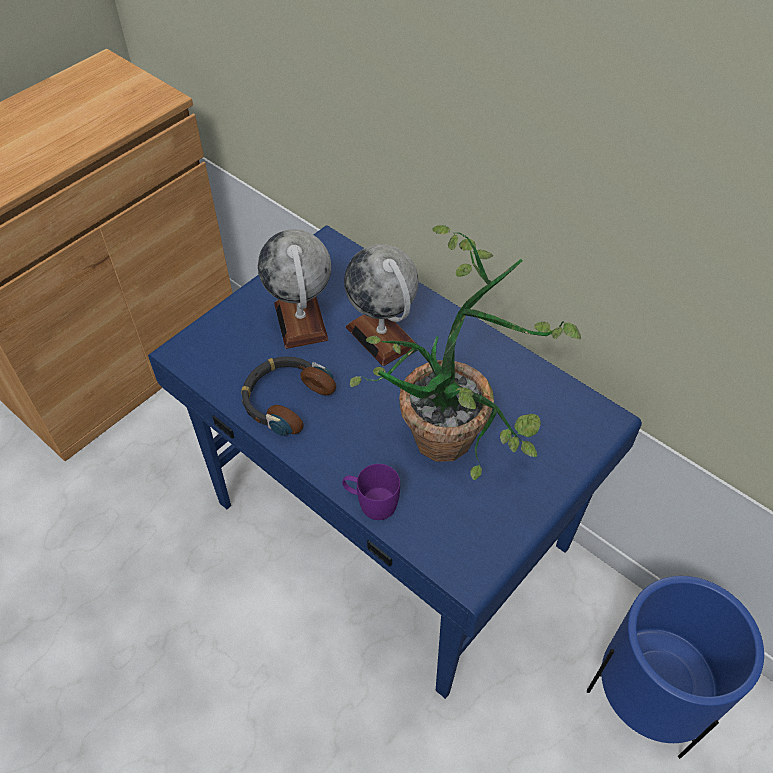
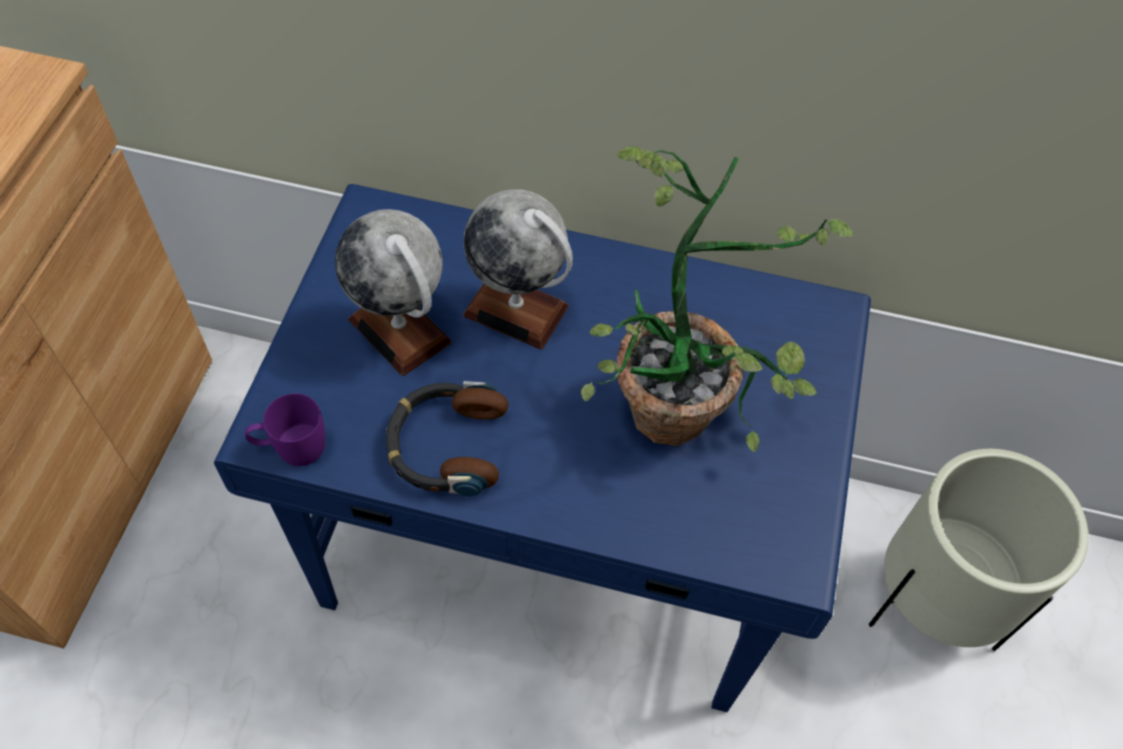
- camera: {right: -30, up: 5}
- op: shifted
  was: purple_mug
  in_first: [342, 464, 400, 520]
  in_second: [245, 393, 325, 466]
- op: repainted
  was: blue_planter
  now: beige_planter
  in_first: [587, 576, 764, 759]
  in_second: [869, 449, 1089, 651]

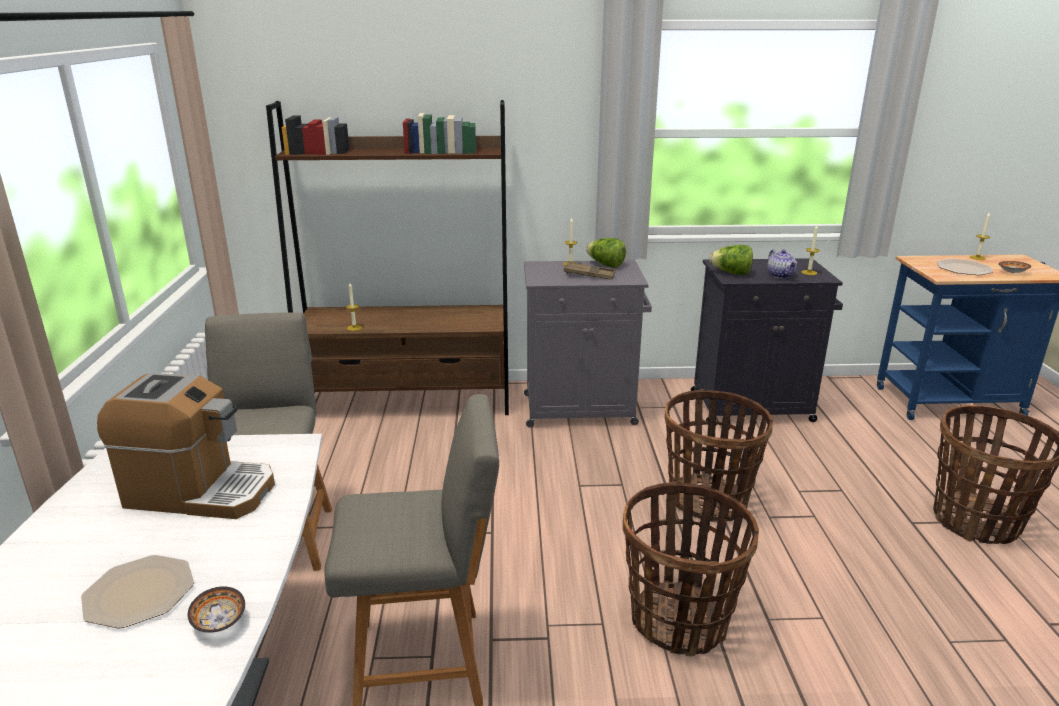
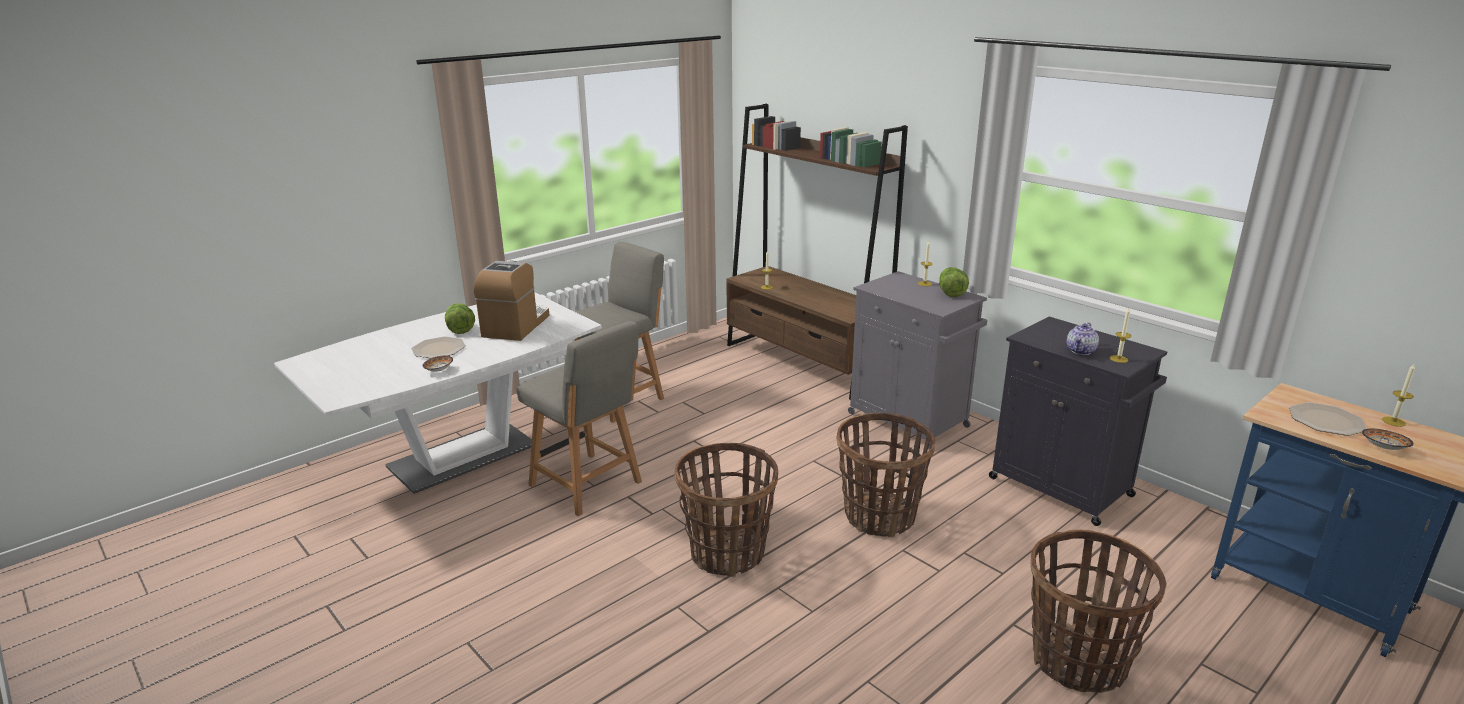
- camera: {right: 50, up: 0}
- op: gone
  was: brown_tray
  in_first: [564, 262, 616, 280]
- op: shifted
  was: lettuce
  in_first: [710, 245, 753, 275]
  in_second: [445, 303, 475, 334]
- op: rotated
  was: coffee_machine
  in_first: [97, 373, 275, 519]
  in_second: [474, 261, 550, 341]
  clockwise: -135

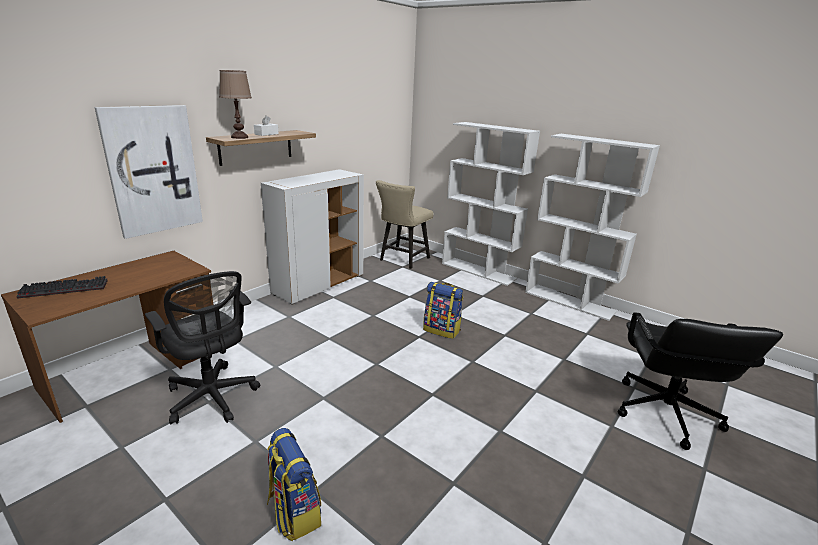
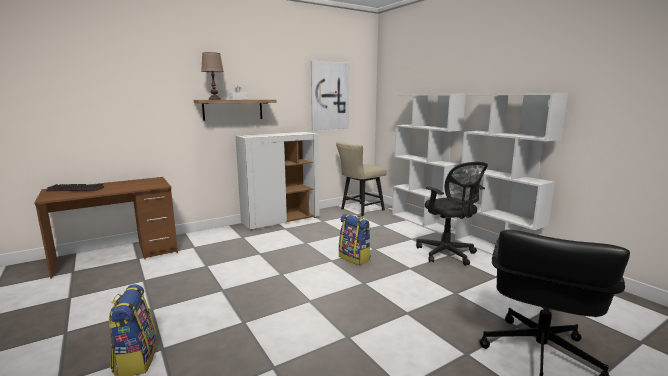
- camera: {right: 20, up: -10}
- op: shifted
  was: picture
  in_first: [95, 105, 203, 239]
  in_second: [311, 61, 349, 130]
- op: shifted
  was: black_office_chair
  in_first: [145, 271, 260, 424]
  in_second: [416, 162, 488, 266]

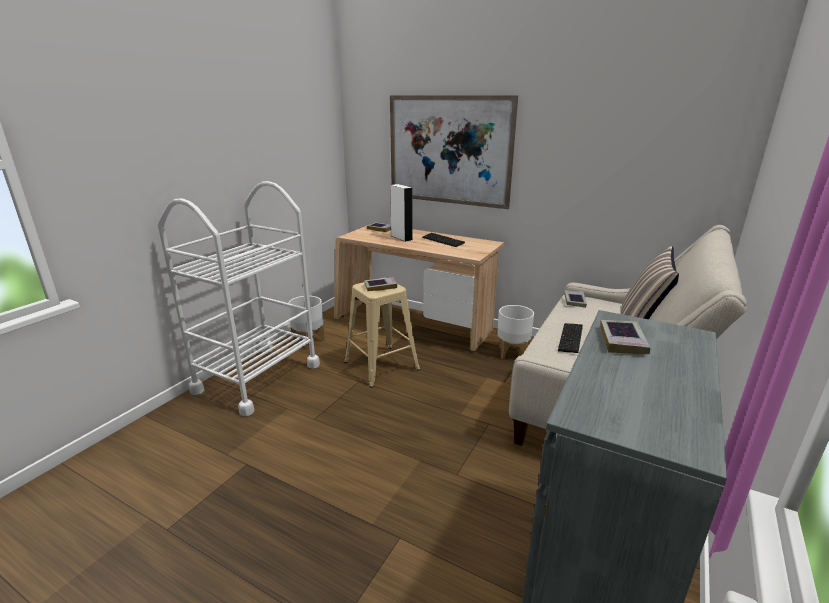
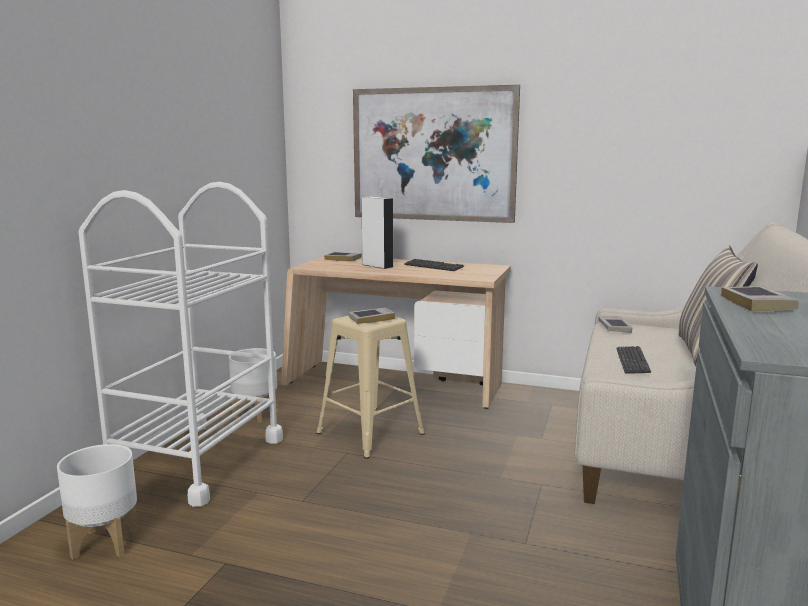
- camera: {right: -10, up: -10}
- op: shifted
  was: white_planter
  in_first: [497, 305, 534, 359]
  in_second: [57, 444, 138, 560]

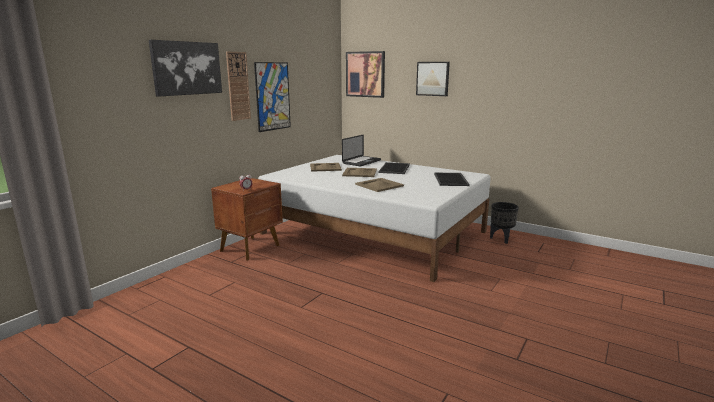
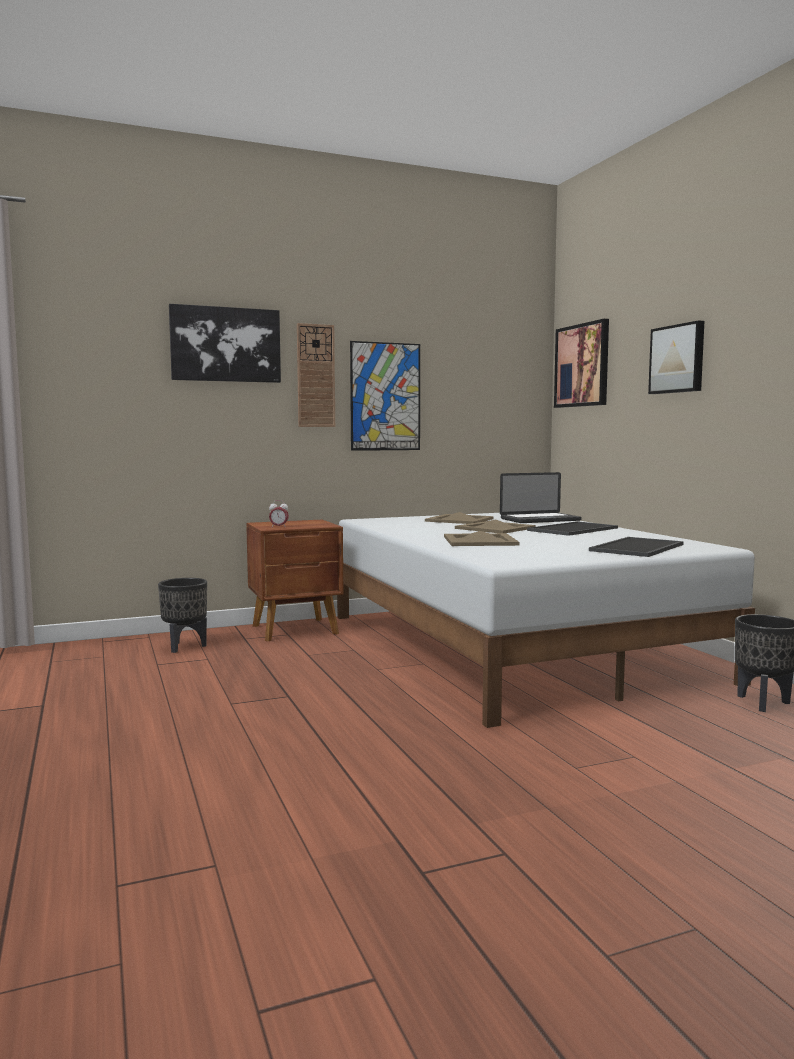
- camera: {right: 35, up: -10}
- op: new
  now: black_planter
  in_second: [158, 578, 207, 653]

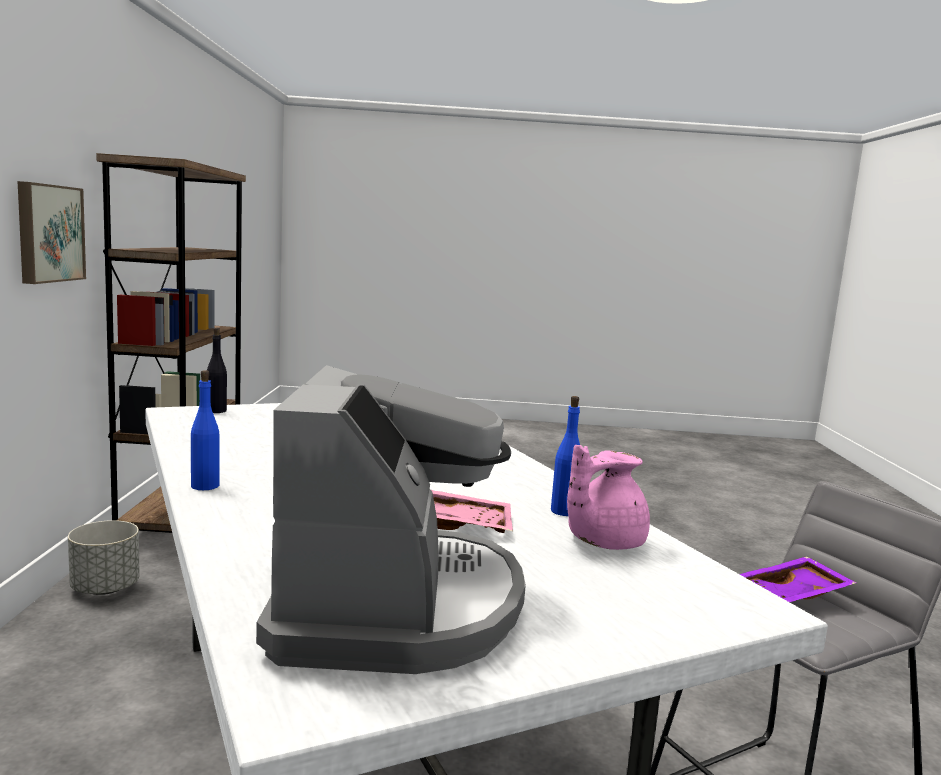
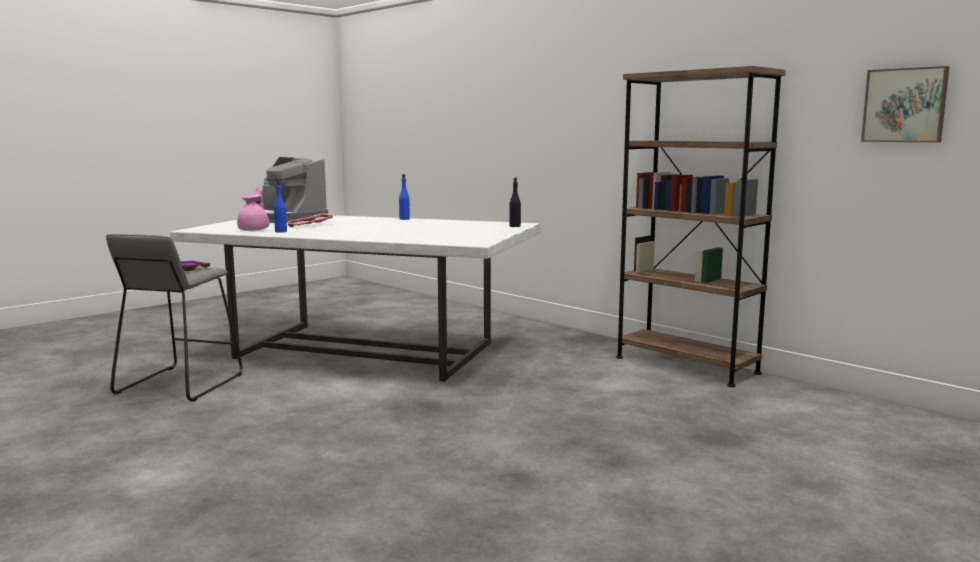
- camera: {right: 135, up: 0}
- op: gone
  was: grey_planter
  in_first: [68, 520, 140, 595]
- op: shifted
  was: picture
  in_first: [18, 181, 86, 284]
  in_second: [861, 66, 949, 142]

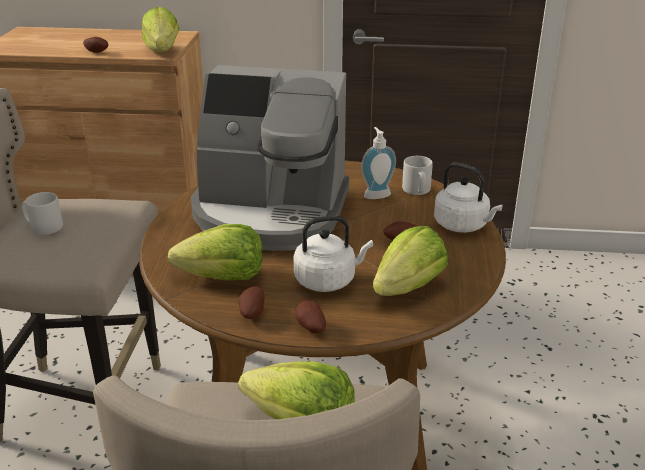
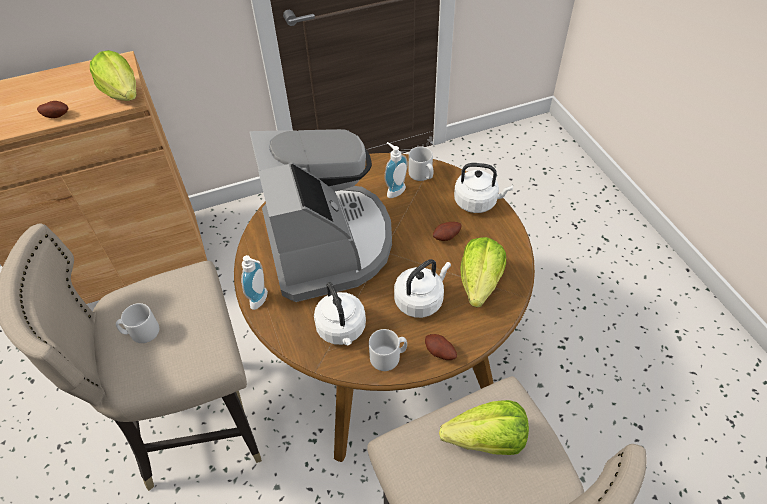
- camera: {right: -25, up: 20}
- op: new
  now: soap_dispenser
  in_second: [241, 255, 268, 310]
- op: swapped
  was: lettuce
  now: white_kettle
  in_first: [168, 224, 263, 280]
  in_second: [314, 282, 366, 345]
- op: swapped
  was: potato
  now: grey_mug
  in_first: [238, 287, 265, 319]
  in_second: [369, 329, 407, 371]
- op: rotated
  was: coffee_machine
  in_first: [191, 65, 349, 251]
  in_second: [250, 129, 392, 302]
  clockwise: -90

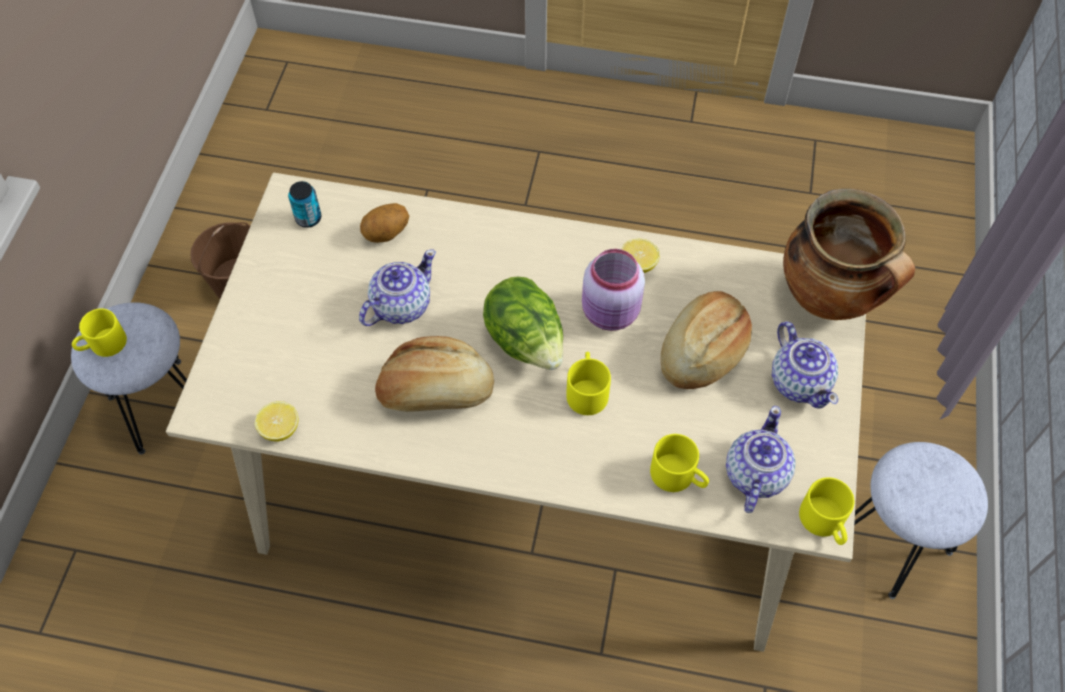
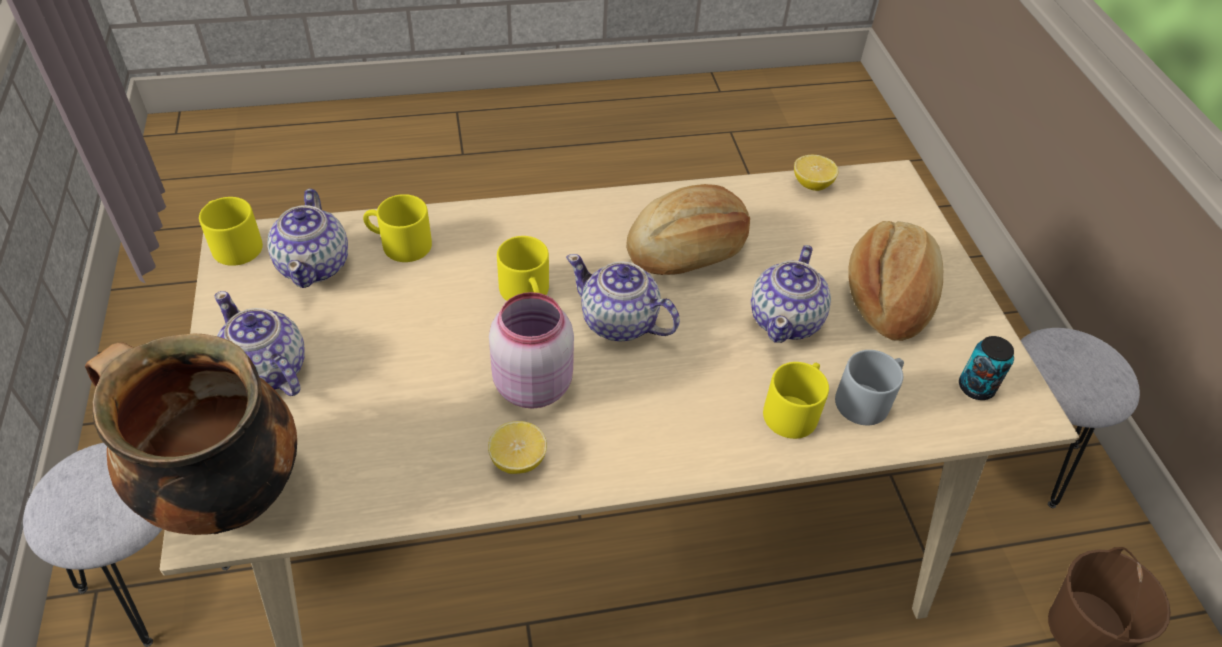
- camera: {right: 155, up: -10}
- op: shifted
  was: yellow_mug
  in_first: [72, 308, 127, 357]
  in_second: [763, 362, 829, 439]
- op: shifted
  was: bread
  in_first: [661, 291, 752, 389]
  in_second: [848, 221, 943, 341]
- op: swapped
  was: potato
  now: grey_mug
  in_first: [360, 203, 409, 243]
  in_second: [835, 350, 904, 425]
- op: swapped
  was: lettuce
  now: teapot
  in_first: [483, 277, 563, 370]
  in_second: [566, 254, 680, 342]

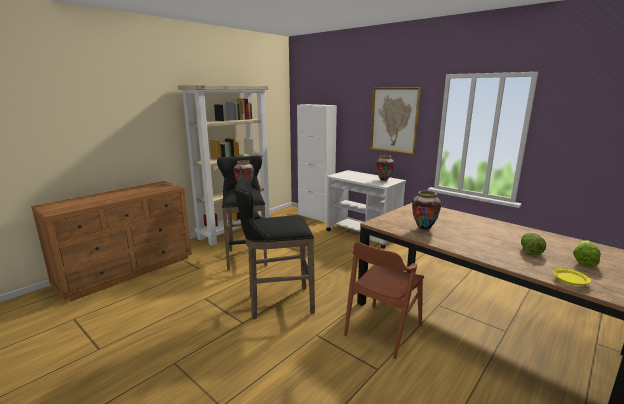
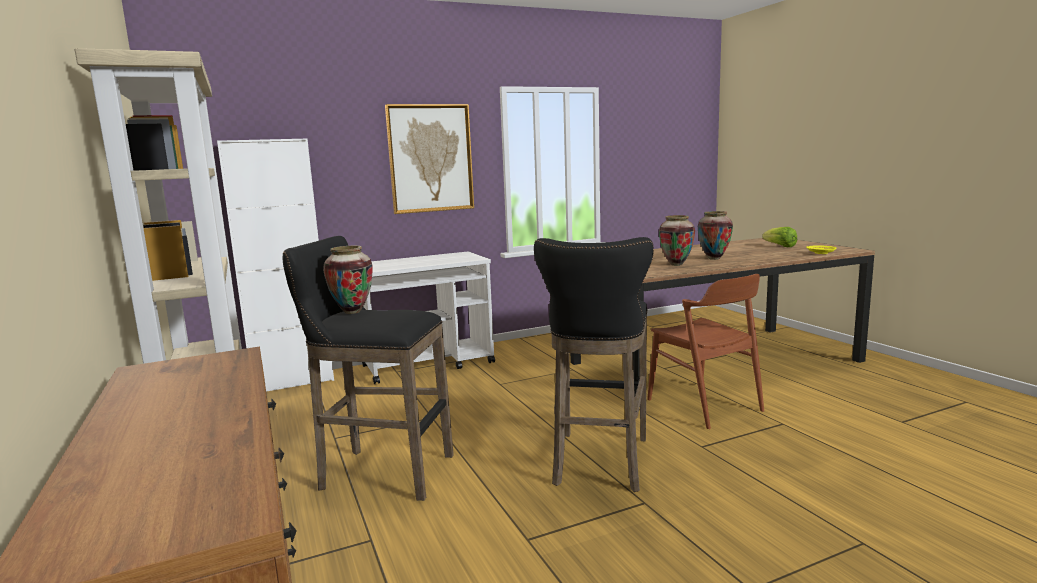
- camera: {right: -65, up: -5}
- op: gone
  was: lettuce
  in_first: [521, 233, 546, 255]
- op: shifted
  was: vase
  in_first: [376, 155, 394, 181]
  in_second: [698, 211, 733, 260]

